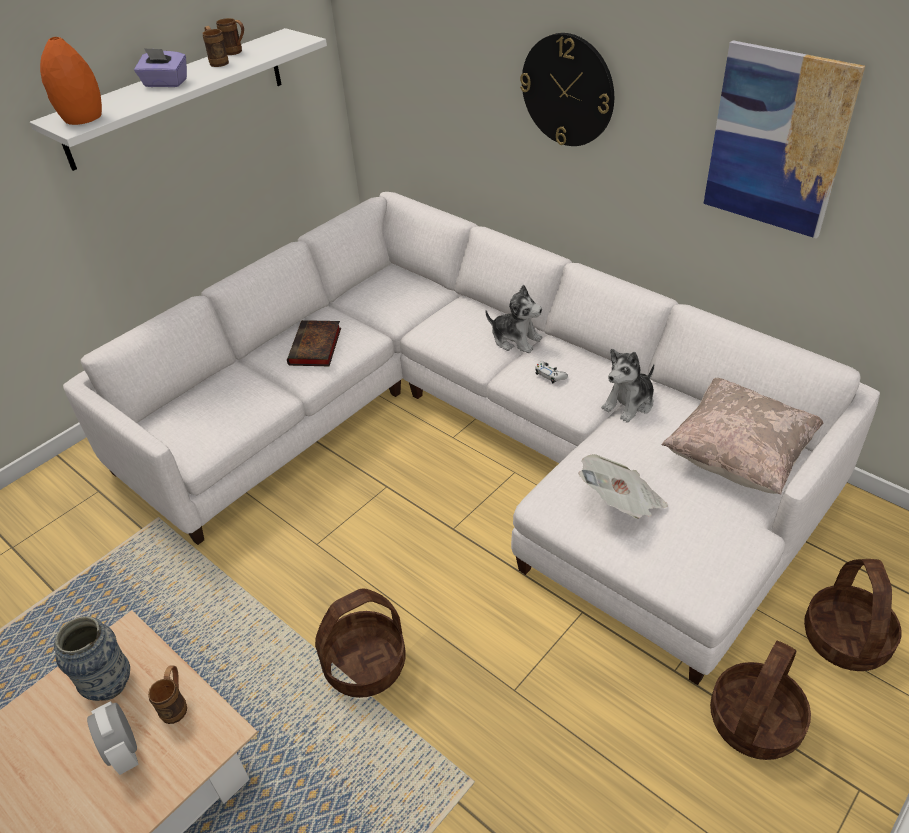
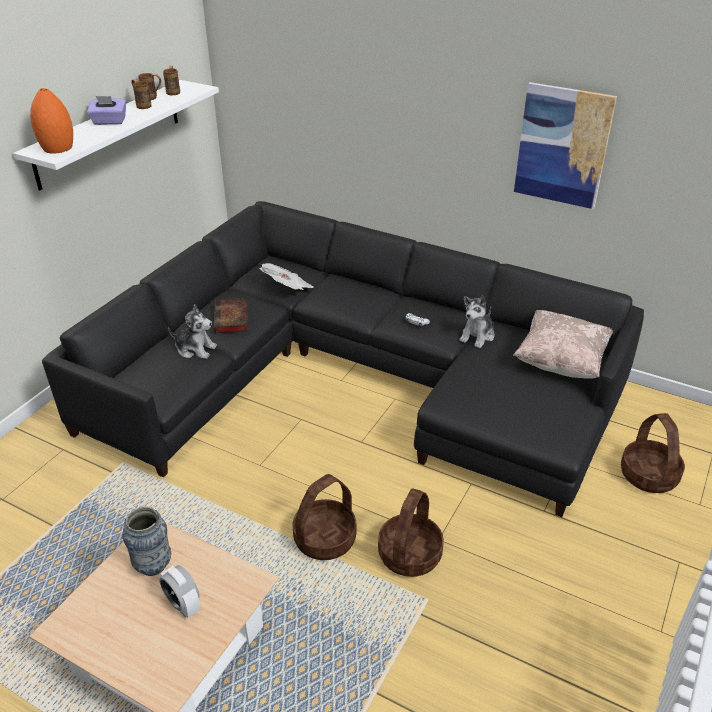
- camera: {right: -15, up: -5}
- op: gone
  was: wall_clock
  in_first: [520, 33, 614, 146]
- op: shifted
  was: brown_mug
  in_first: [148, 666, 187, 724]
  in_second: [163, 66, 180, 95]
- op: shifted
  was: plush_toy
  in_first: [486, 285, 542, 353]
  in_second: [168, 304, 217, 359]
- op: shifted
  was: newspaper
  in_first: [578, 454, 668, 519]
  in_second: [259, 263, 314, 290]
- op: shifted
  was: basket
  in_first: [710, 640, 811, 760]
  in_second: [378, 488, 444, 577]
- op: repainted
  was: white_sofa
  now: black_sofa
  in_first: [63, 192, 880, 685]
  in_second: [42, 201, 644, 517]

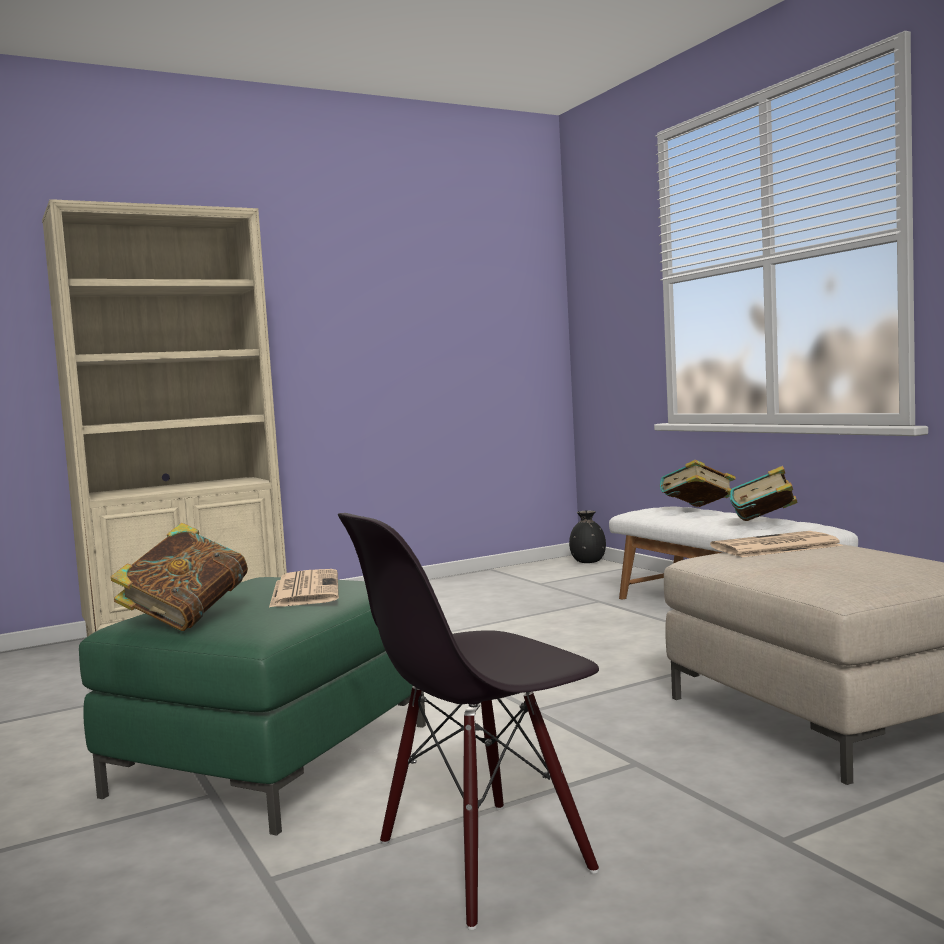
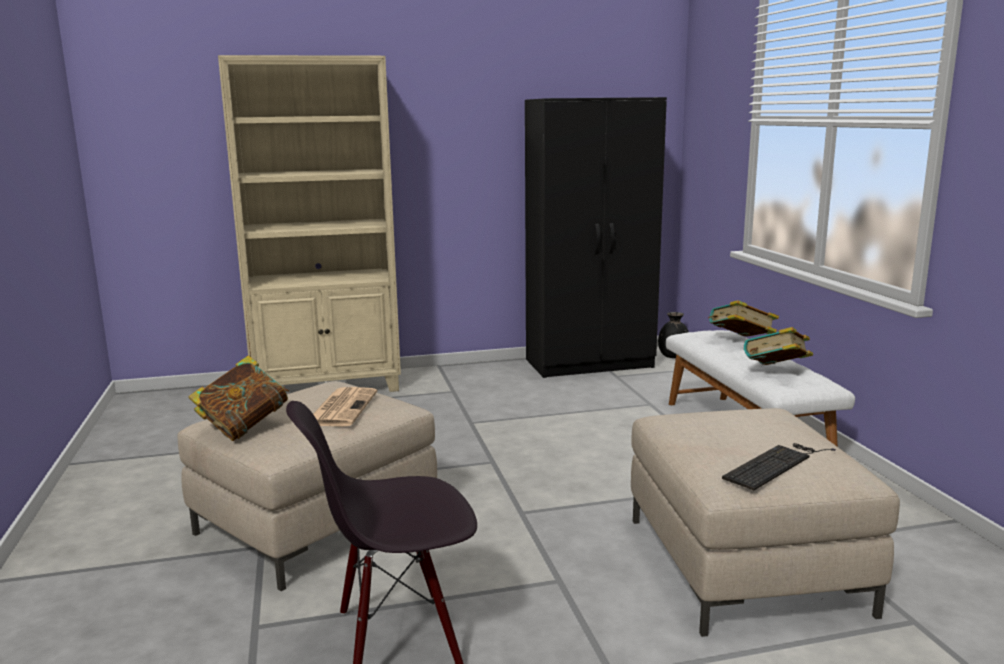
- camera: {right: 15, up: 10}
- op: gone
  was: newspaper
  in_first: [710, 531, 843, 557]
- op: new
  now: black_wardrobe
  in_second: [525, 97, 667, 378]
- op: new
  now: keyboard
  in_second: [722, 443, 836, 490]
- op: repainted
  was: green_ottoman
  now: beige_ottoman
  in_first: [79, 577, 426, 836]
  in_second: [178, 381, 437, 591]

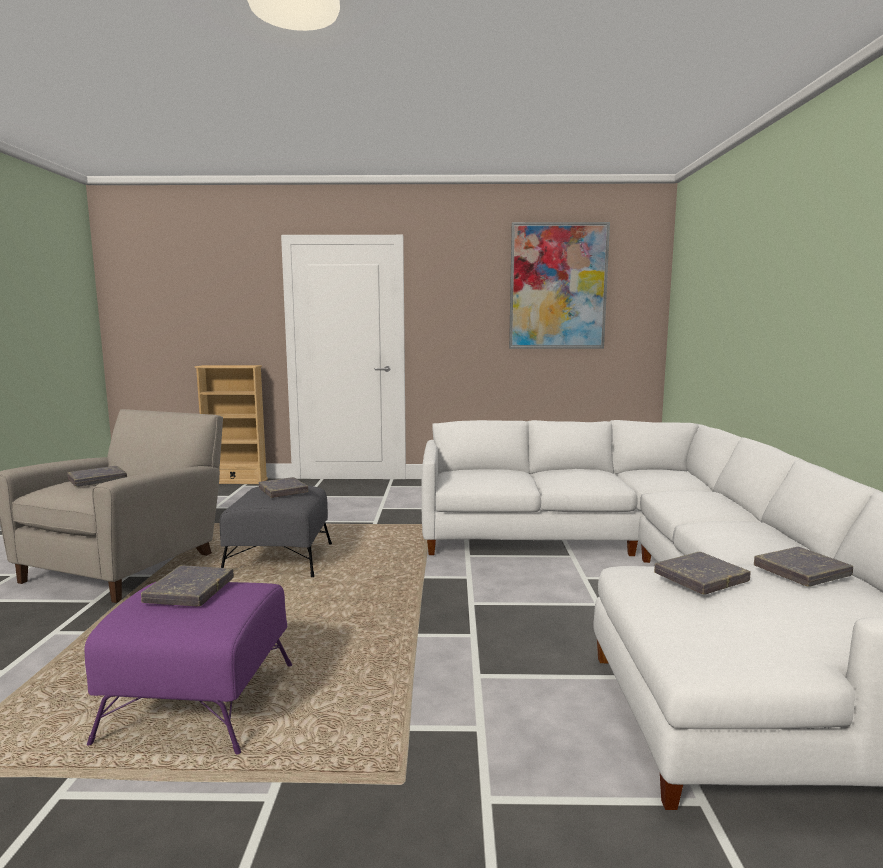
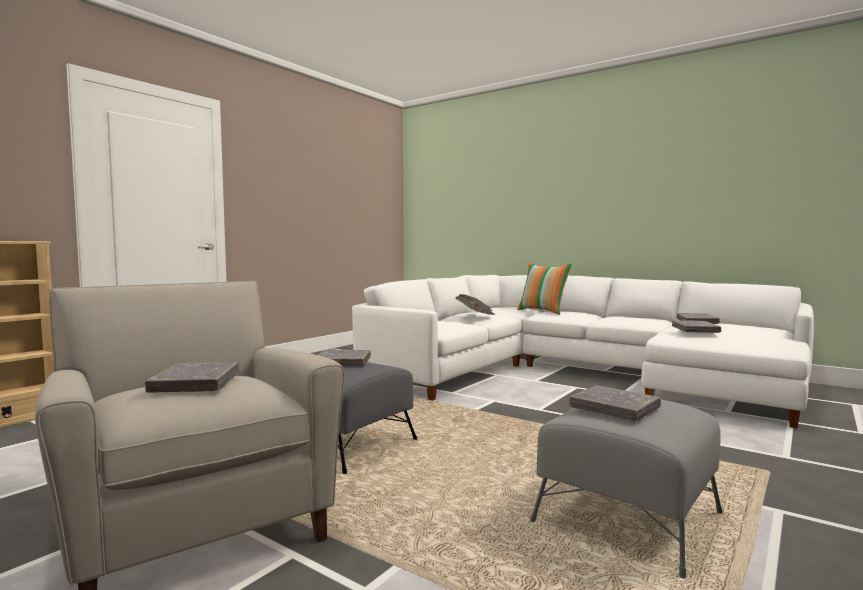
- camera: {right: -55, up: -5}
- op: gone
  was: picture
  in_first: [509, 222, 610, 349]
- op: new
  now: newspaper
  in_second: [455, 294, 495, 315]
- op: new
  now: pillow
  in_second: [517, 262, 572, 315]
- op: repainted
  was: purple_ottoman
  now: grey_ottoman
  in_first: [84, 582, 292, 754]
  in_second: [530, 400, 723, 579]

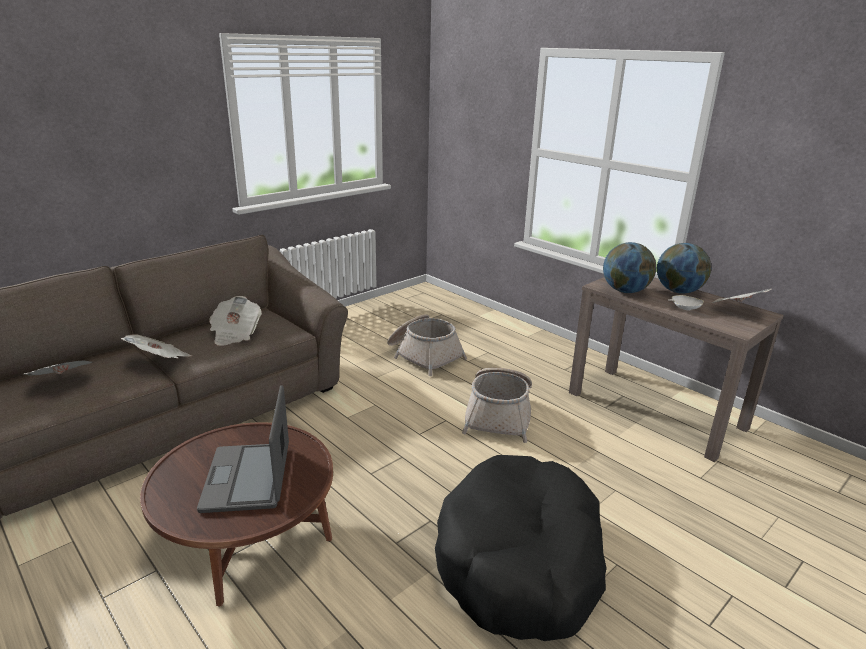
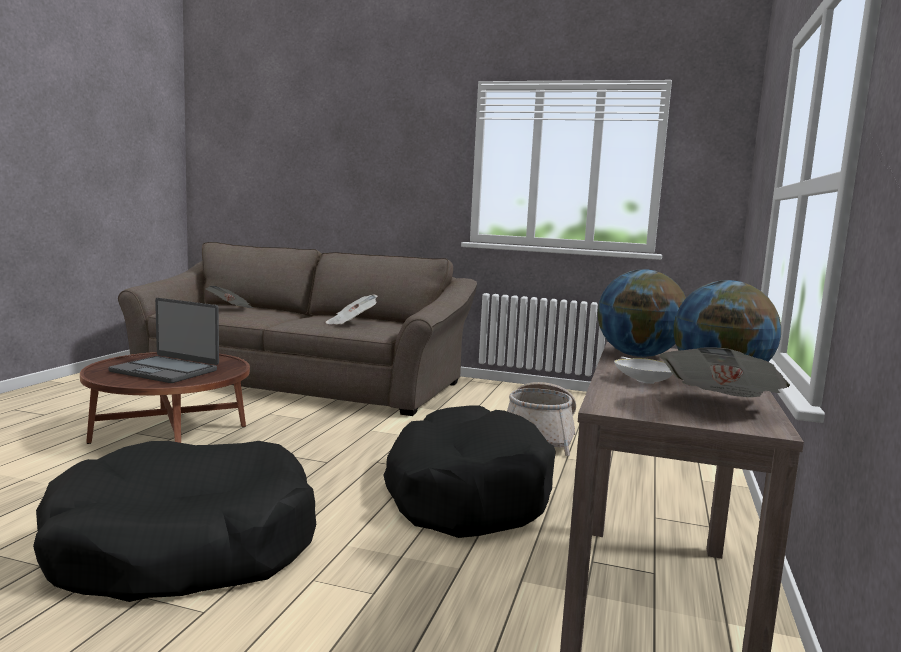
- camera: {right: 60, up: -15}
- op: gone
  was: newspaper
  in_first: [121, 334, 192, 358]
- op: swapped
  was: basket
  now: black_dog_bed
  in_first: [462, 368, 532, 443]
  in_second: [384, 405, 556, 538]
- op: rotated
  was: laptop
  in_first: [197, 385, 289, 513]
  in_second: [108, 298, 219, 383]
  clockwise: -120

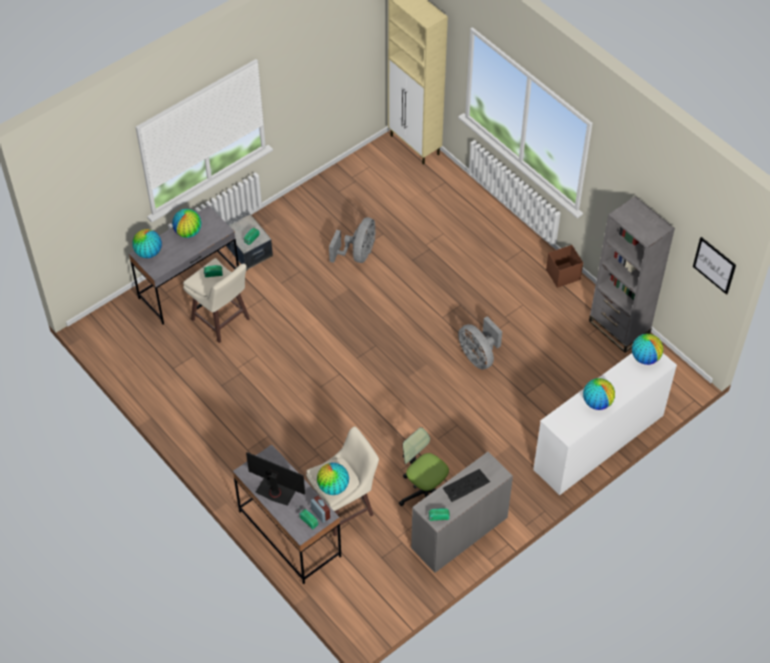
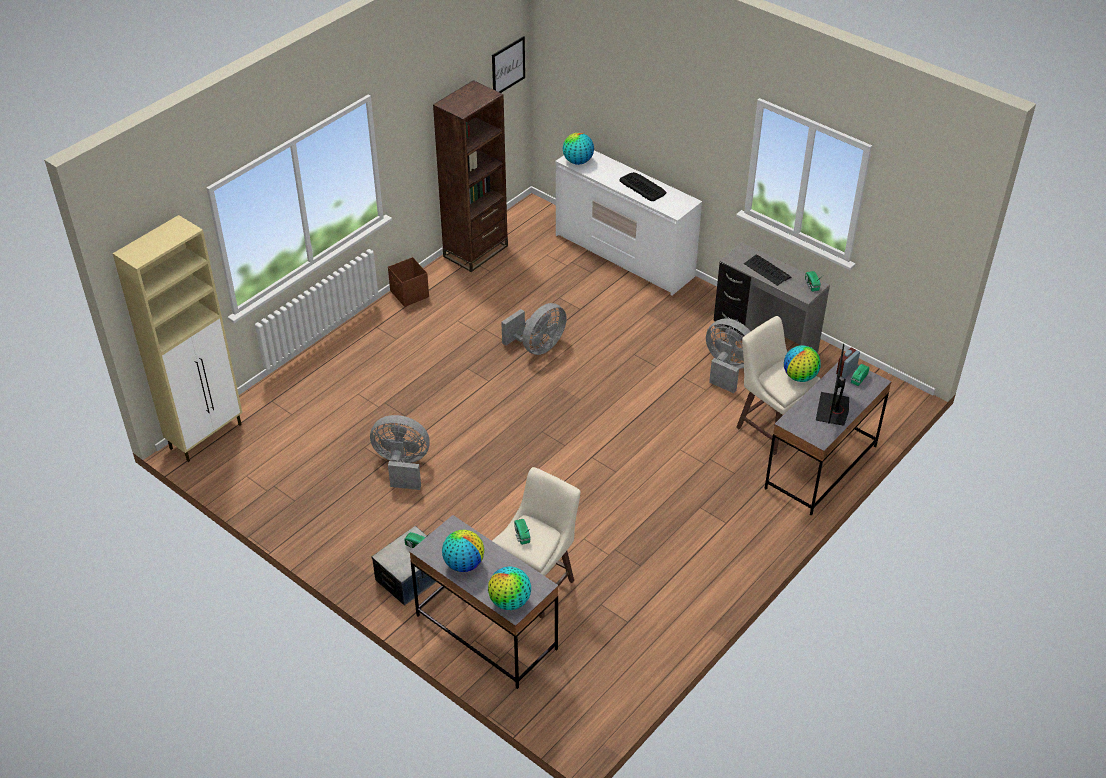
- camera: {right: -100, up: -10}
- op: swapped
  was: office_chair
  now: grey_fan
  in_first: [399, 427, 449, 506]
  in_second: [706, 319, 751, 393]
- op: swapped
  was: globe
  now: keyboard
  in_first: [583, 378, 615, 410]
  in_second: [619, 172, 667, 201]
- op: repainted
  was: grey_bookcase
  now: brown_bookcase
  in_first: [589, 196, 675, 353]
  in_second: [433, 80, 508, 272]

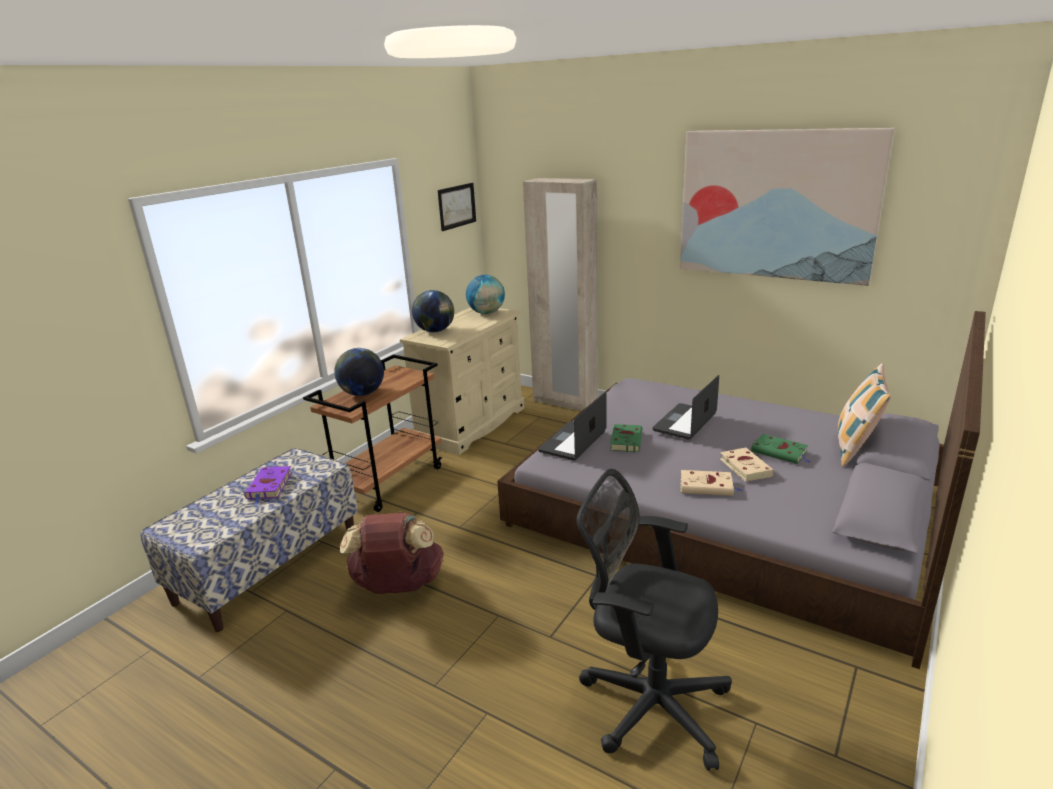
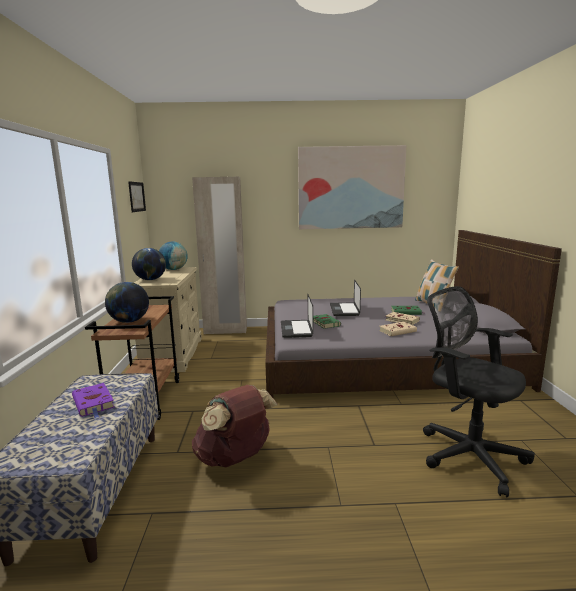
- camera: {right: -35, up: -10}
- op: rotated
  was: black_office_chair
  in_first: [577, 469, 732, 771]
  in_second: [423, 286, 535, 498]
  clockwise: 60

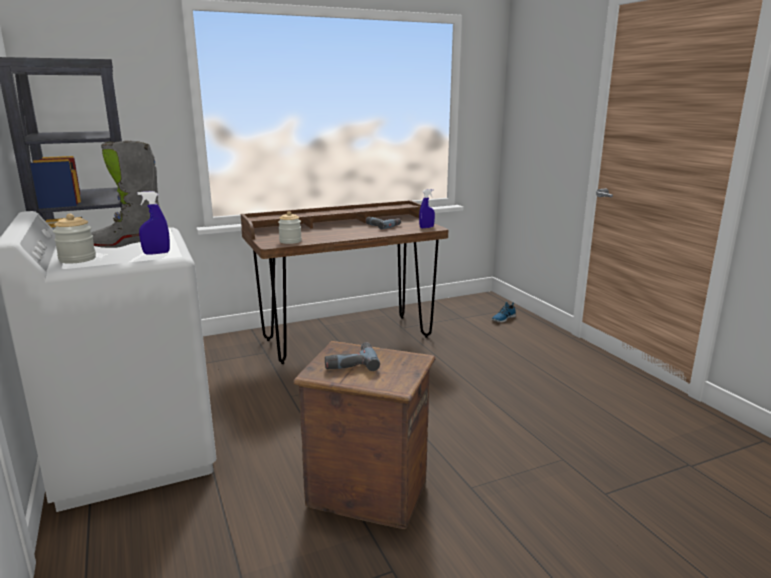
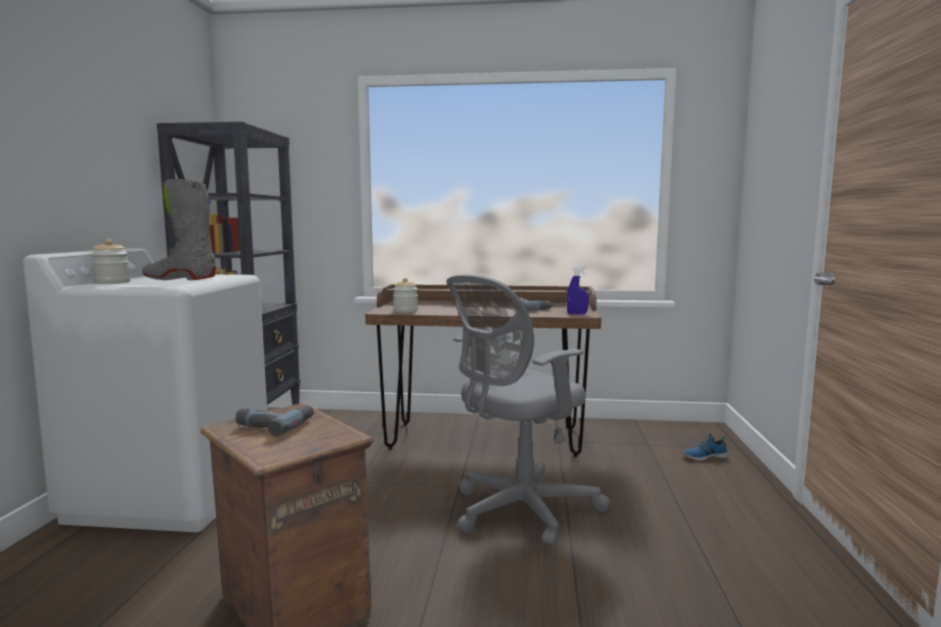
- camera: {right: 30, up: -10}
- op: gone
  was: blue_spray_bottle
  in_first: [137, 191, 170, 254]
- op: new
  now: grey_office_chair
  in_second: [446, 274, 610, 548]

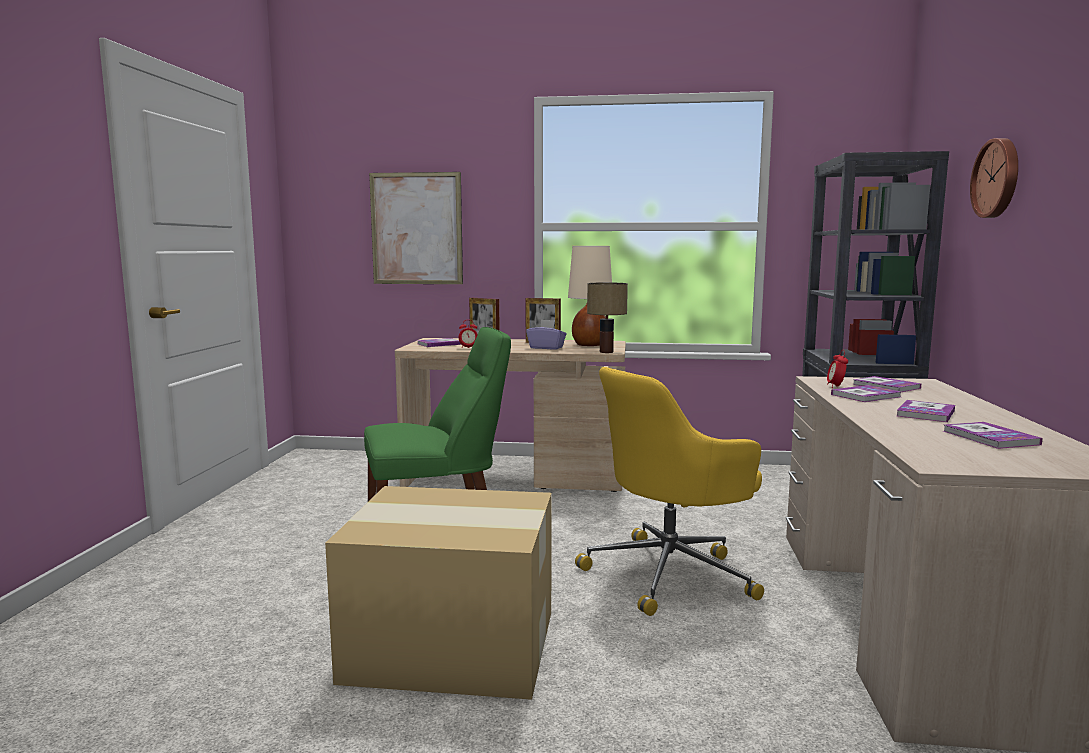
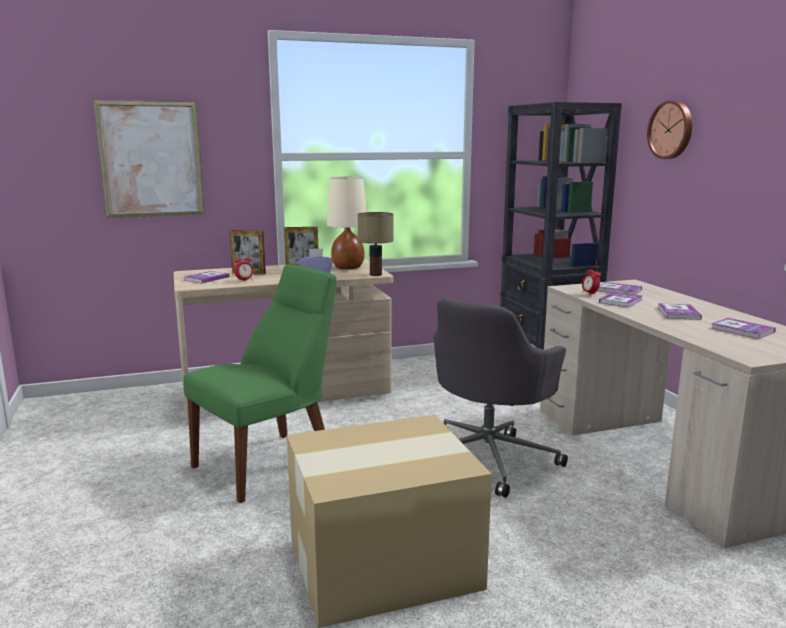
- camera: {right: -25, up: 5}
- op: repainted
  was: yellow_office_chair
  now: grey_office_chair
  in_first: [575, 367, 764, 616]
  in_second: [434, 299, 568, 498]

